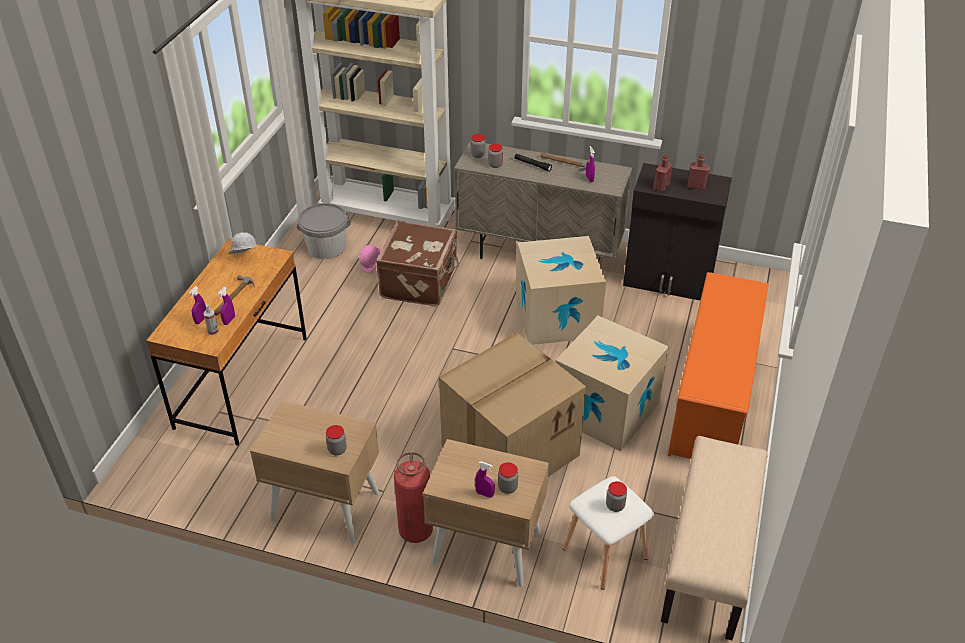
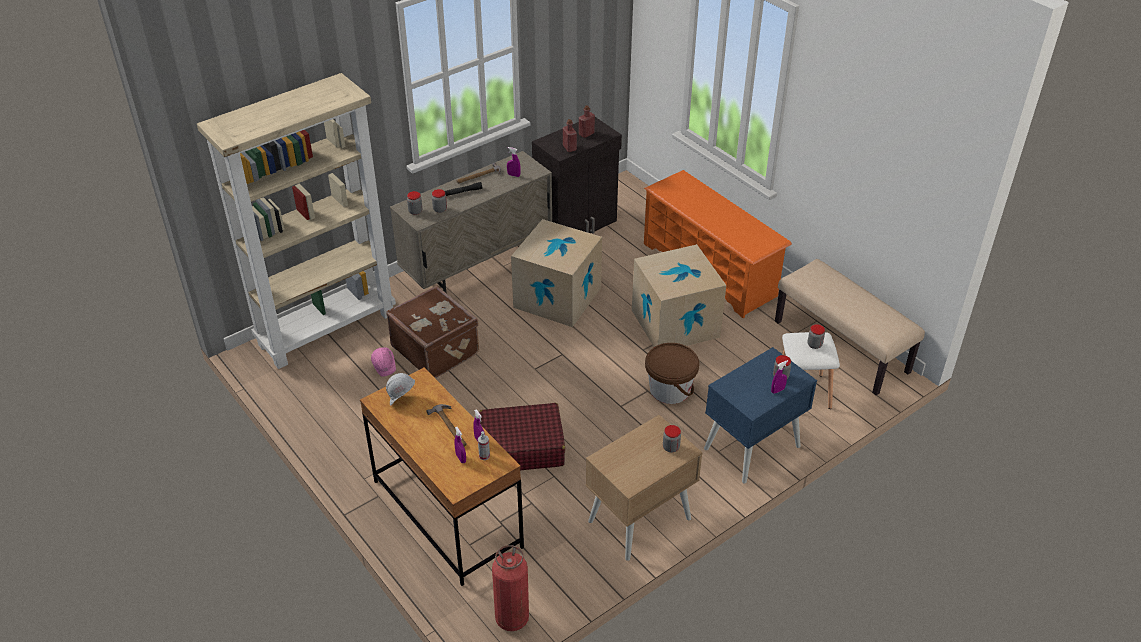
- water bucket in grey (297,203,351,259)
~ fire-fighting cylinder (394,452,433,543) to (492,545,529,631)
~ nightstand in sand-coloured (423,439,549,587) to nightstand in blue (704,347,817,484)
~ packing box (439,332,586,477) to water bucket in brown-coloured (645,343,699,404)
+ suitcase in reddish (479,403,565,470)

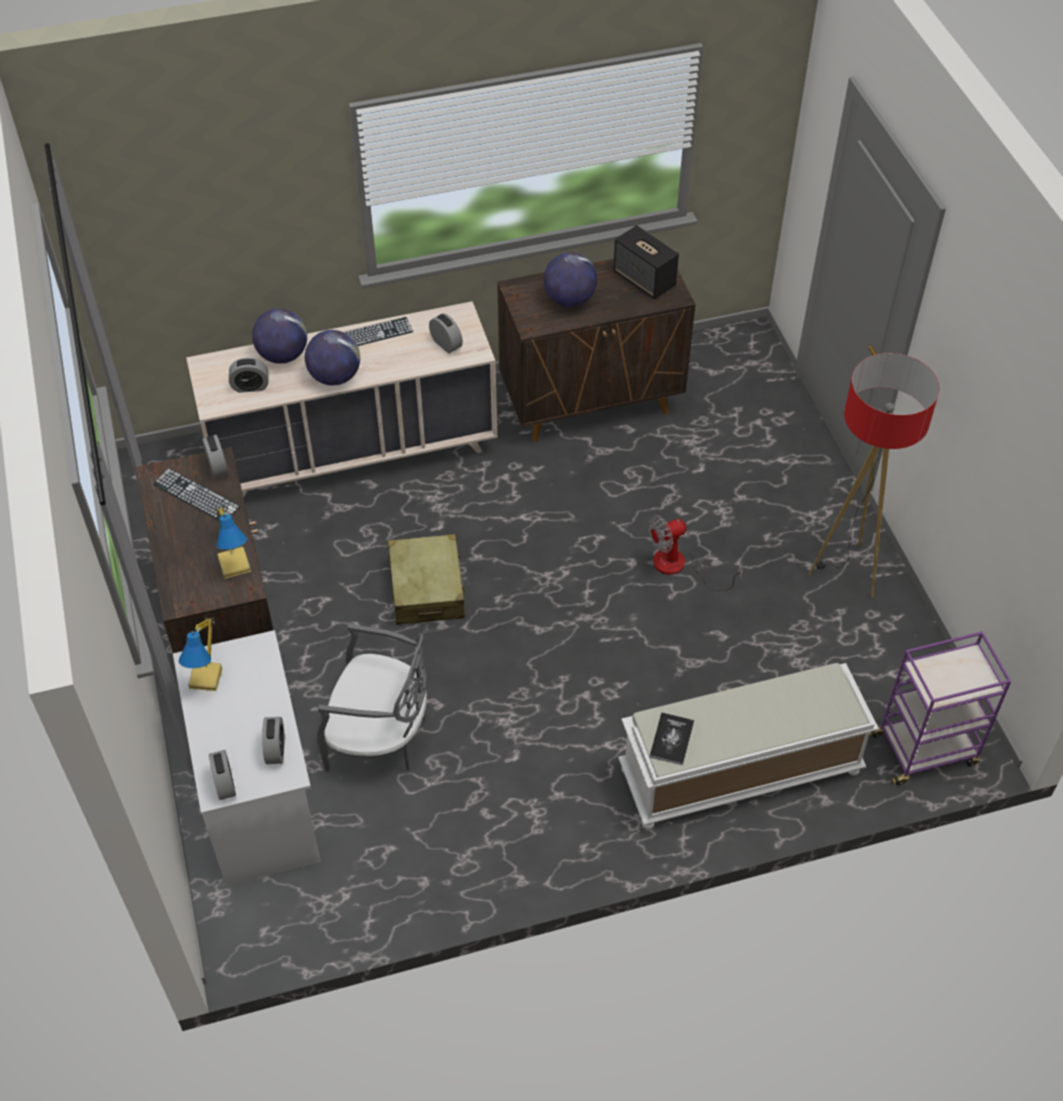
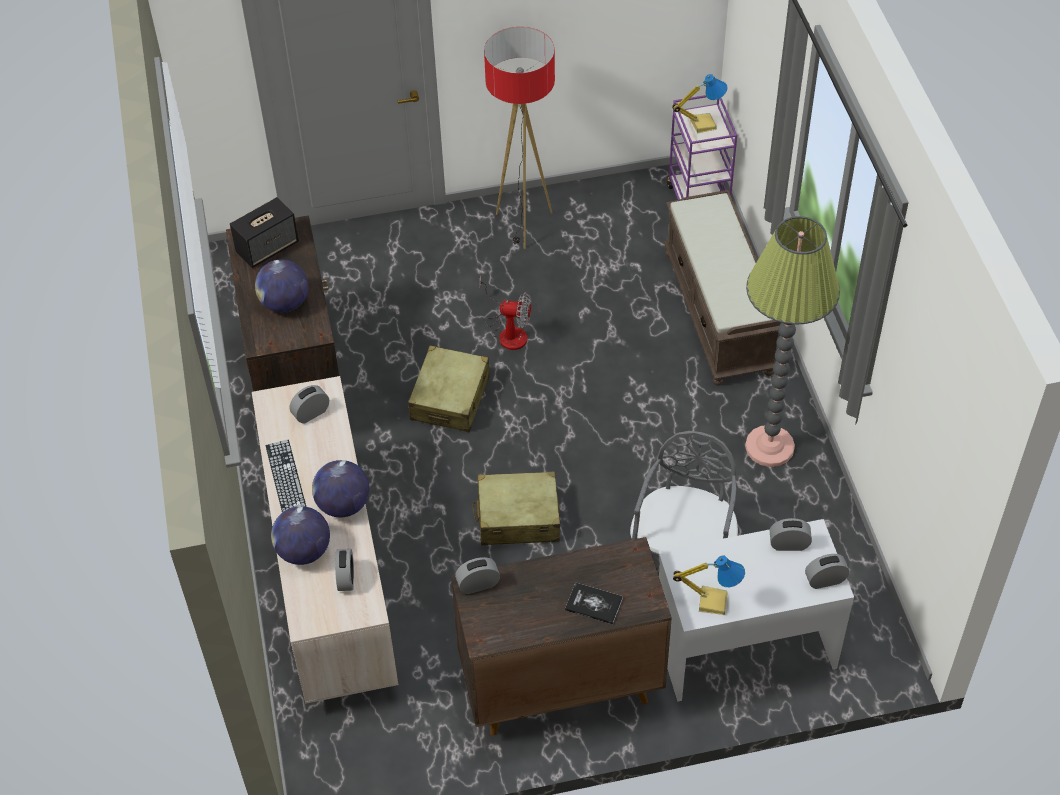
- keyboard (153,468,240,521)
~ tabletop lamp (216,506,251,579) to (672,74,728,134)
~ long seat in whitish (618,663,879,830) to long seat in brown-coloured (664,190,781,386)
~ cooling fan (649,515,743,591) = (479,275,531,350) 60 degrees counterclockwise
~ bound book (650,712,694,765) to (565,582,623,624)
+ suitcase in sand-coloured (408,346,490,432)
+ standing lamp (745,216,840,467)

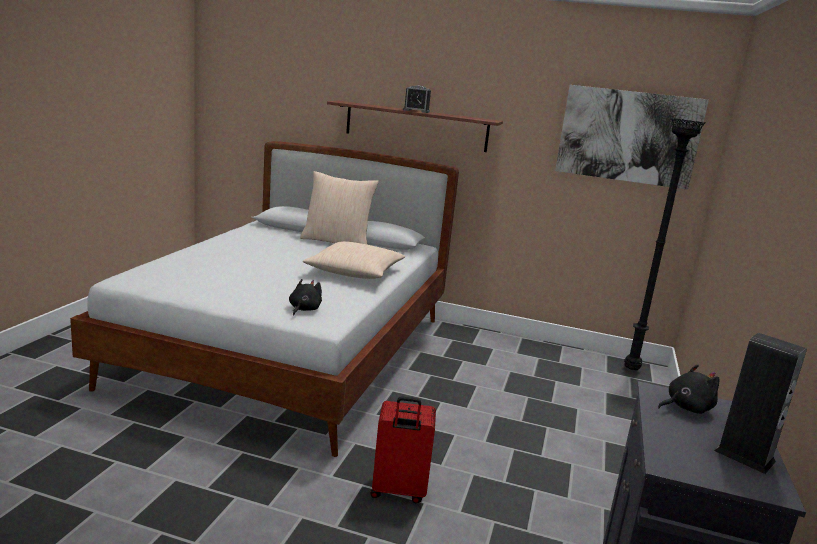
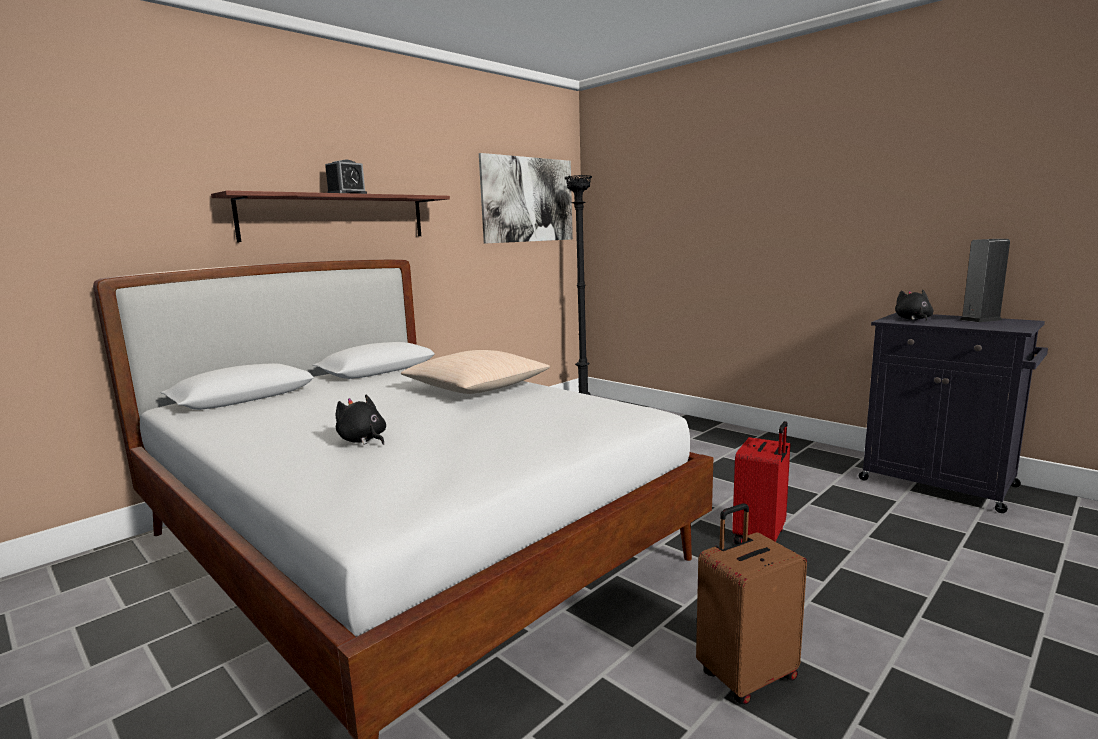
~ plush toy in black-coloured (289,279,322,316) to (336,395,386,445)
- cushion in sand-coloured (300,171,379,244)
+ suitcase in brown-coloured (696,503,807,705)

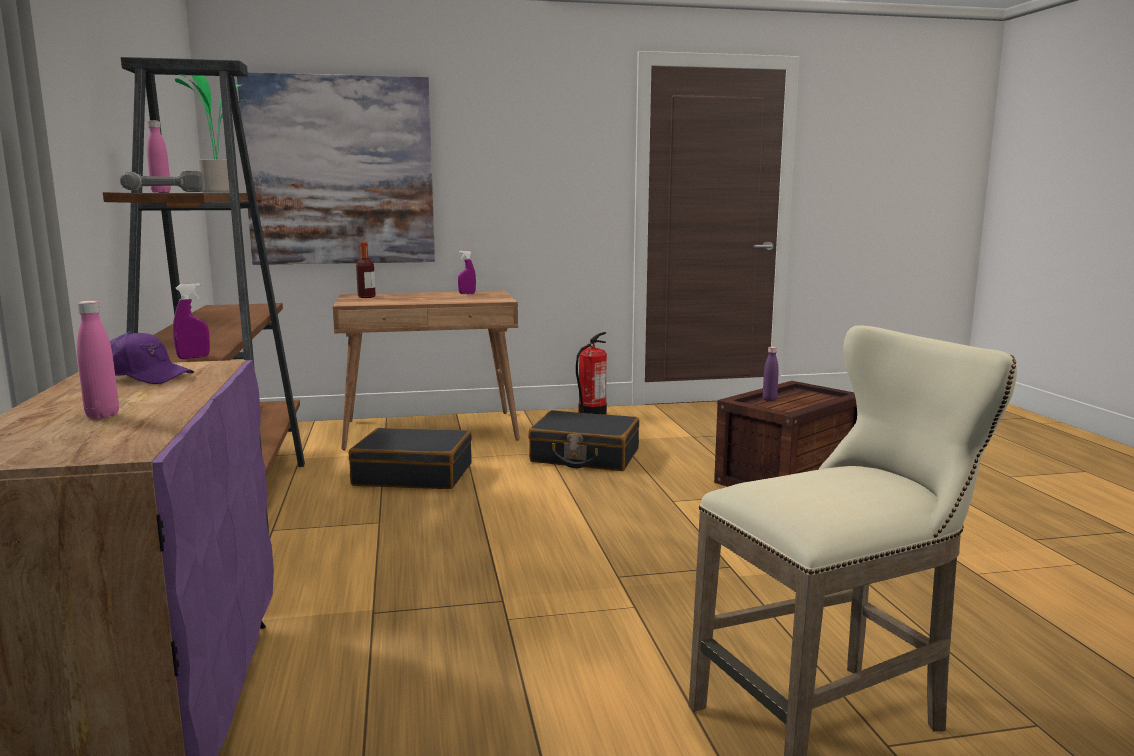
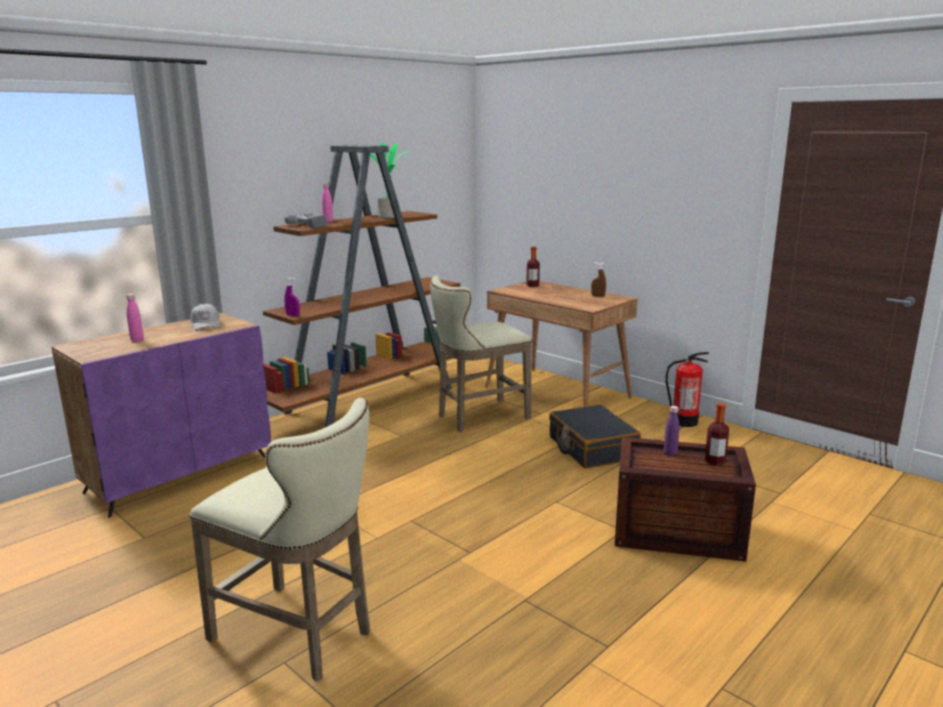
~ cap in purple-coloured (110,331,194,384) to cap in whitish (190,303,220,330)
- picture (237,72,435,265)
~ suitcase in black-coloured (349,428,472,489) to sitting stool in sand-coloured (430,275,532,432)
~ hand sprayer in purple-coloured (458,251,476,294) to hand sprayer in brown-coloured (591,262,606,297)
+ beverage bottle (705,403,729,466)

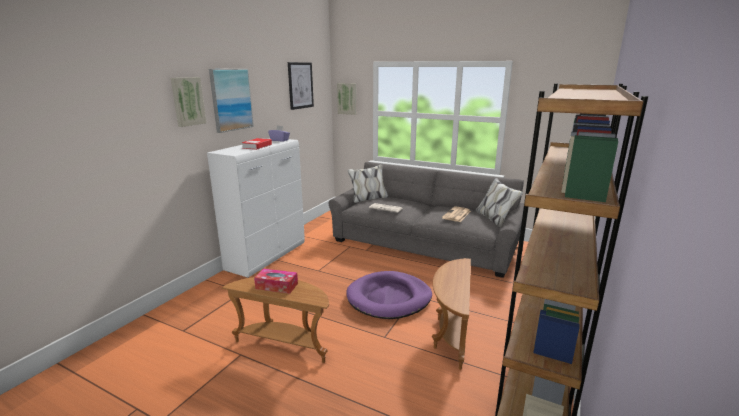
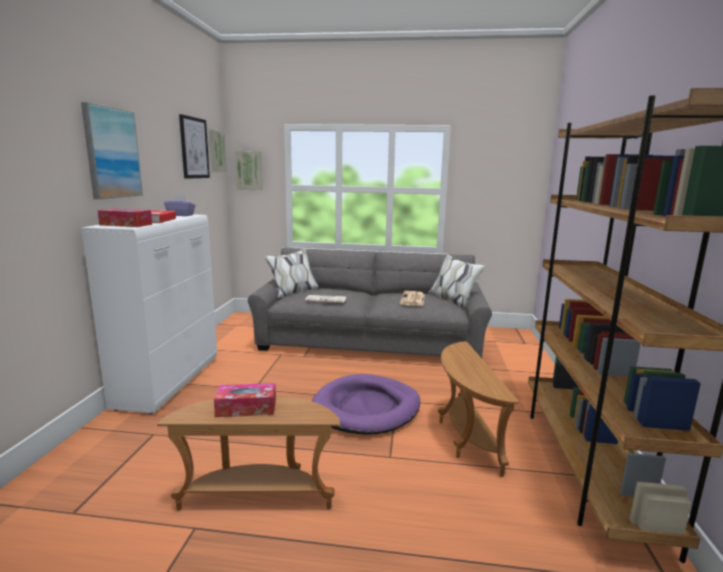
~ picture (171,77,206,127) to (209,130,227,172)
+ box of tissues (98,209,152,227)

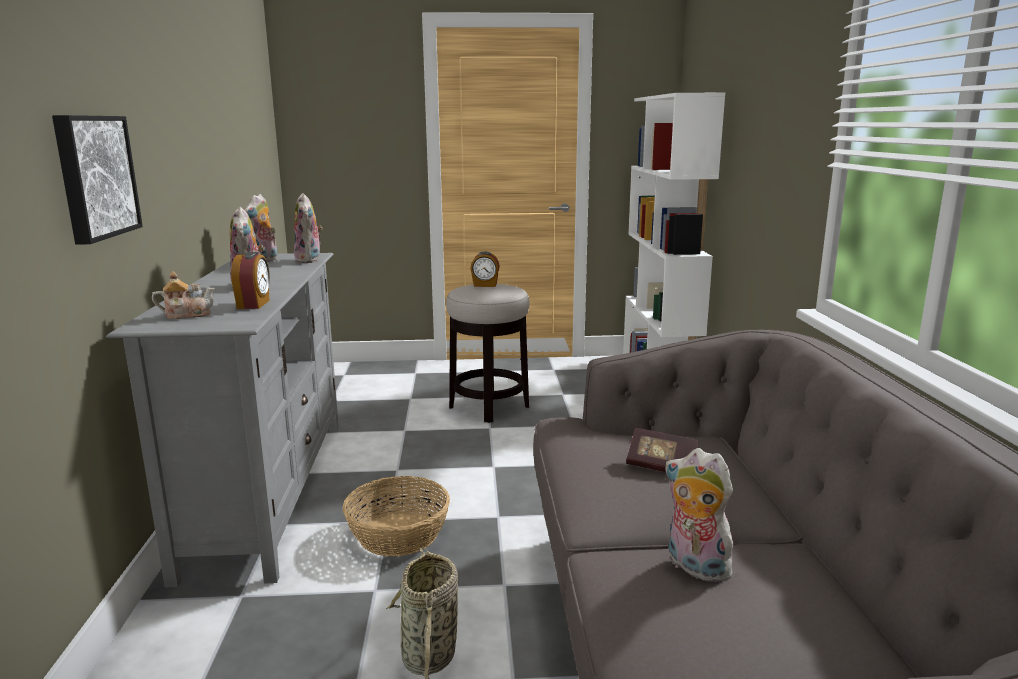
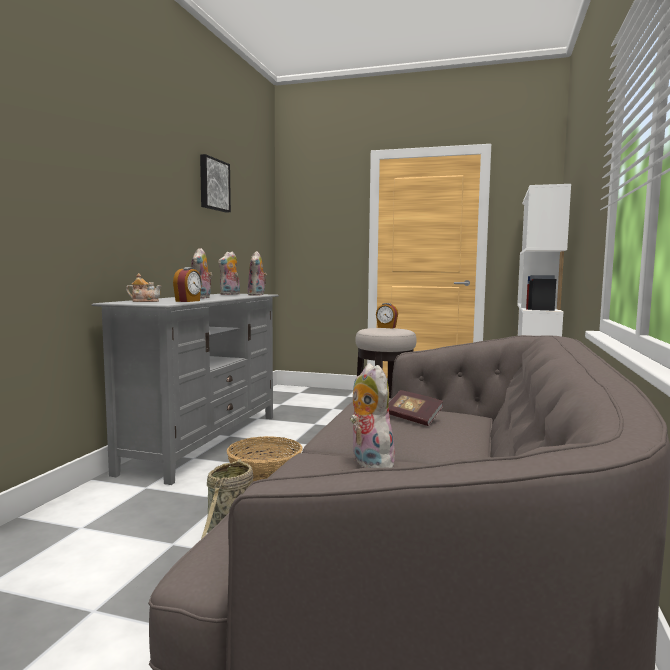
~ picture (52,115,143,245) to (200,154,231,212)

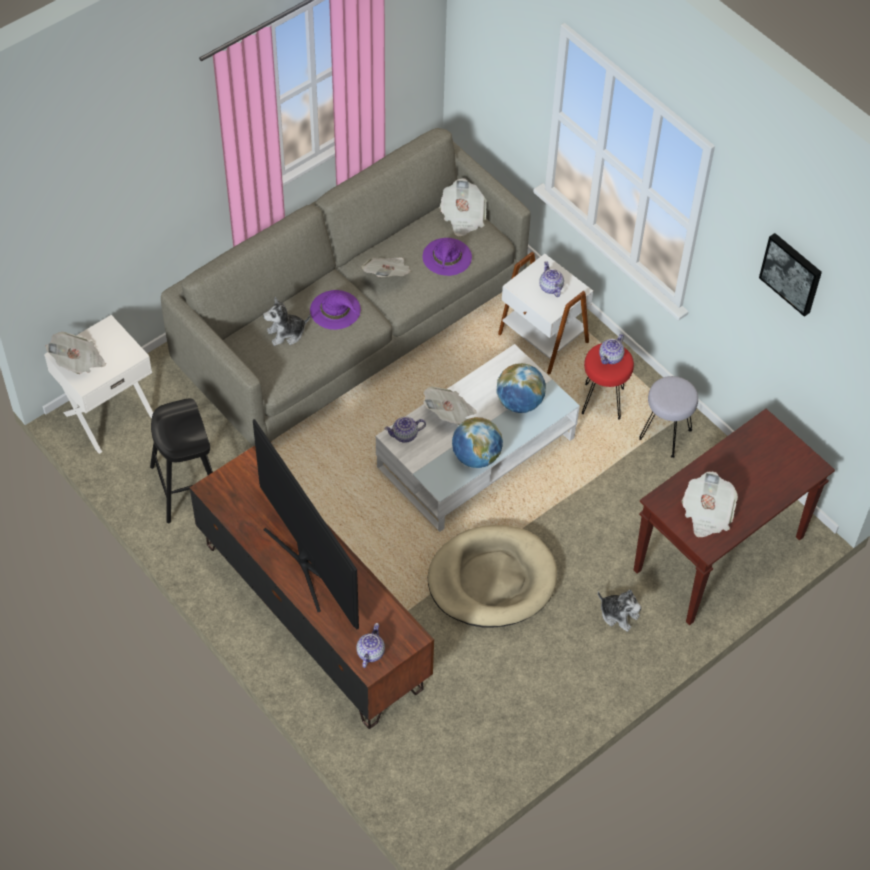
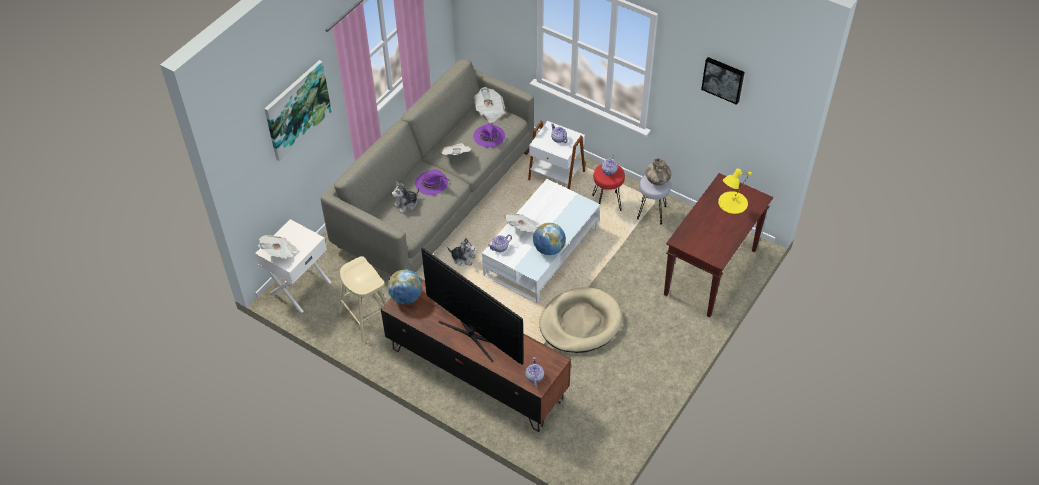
~ sitting stool in black-coloured (150,398,213,523) to sitting stool in sand-coloured (338,256,387,343)
~ desk globe (496,363,546,413) to (387,269,422,304)
~ plush toy (598,590,642,632) to (447,238,476,266)
- daily paper (682,472,738,537)
+ picture (264,60,332,161)
+ vase (646,158,672,185)
+ tabletop lamp in yellowish (718,168,752,214)

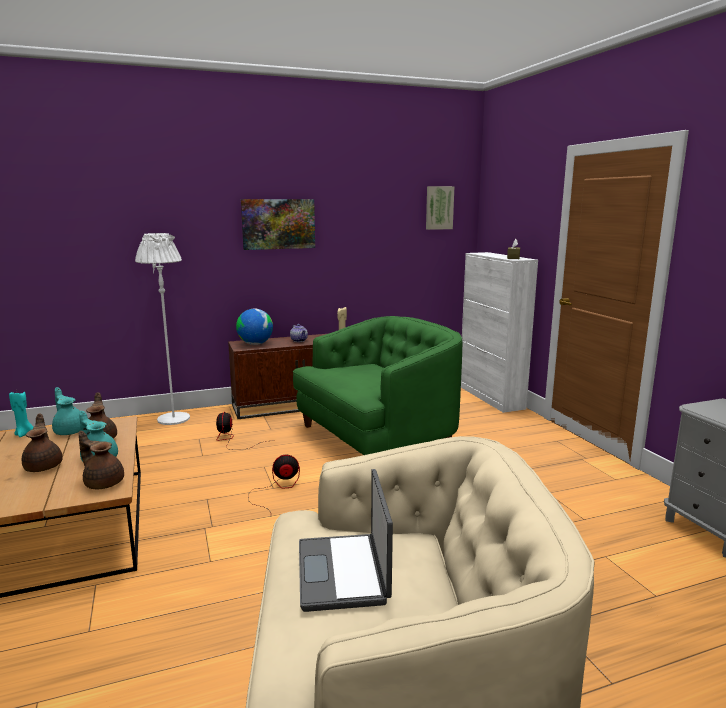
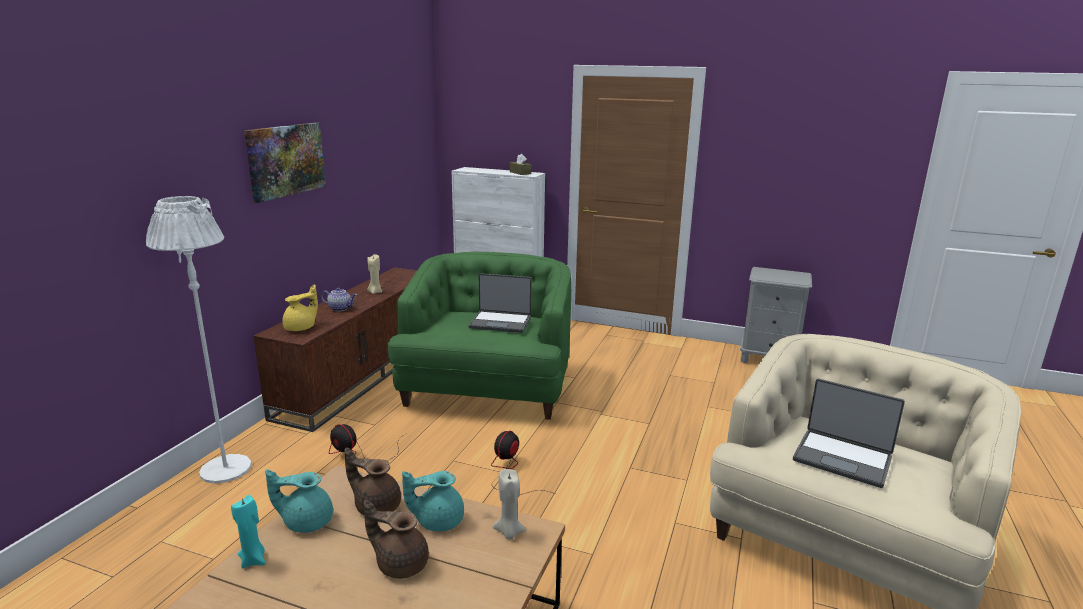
~ pot for tea in brown-coloured (79,431,124,489) to wax candle in sand-coloured (493,469,526,539)
~ desk globe (236,309,273,345) to pot for tea in yellowish (283,284,318,331)
- picture (426,186,454,230)
+ portable computer (468,273,532,333)

